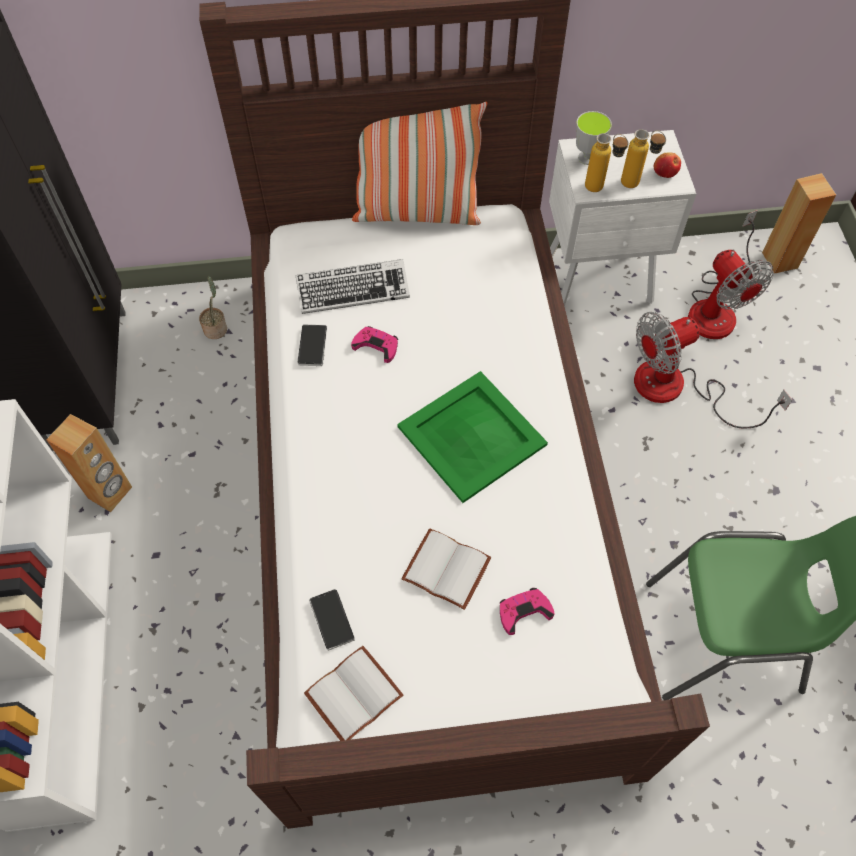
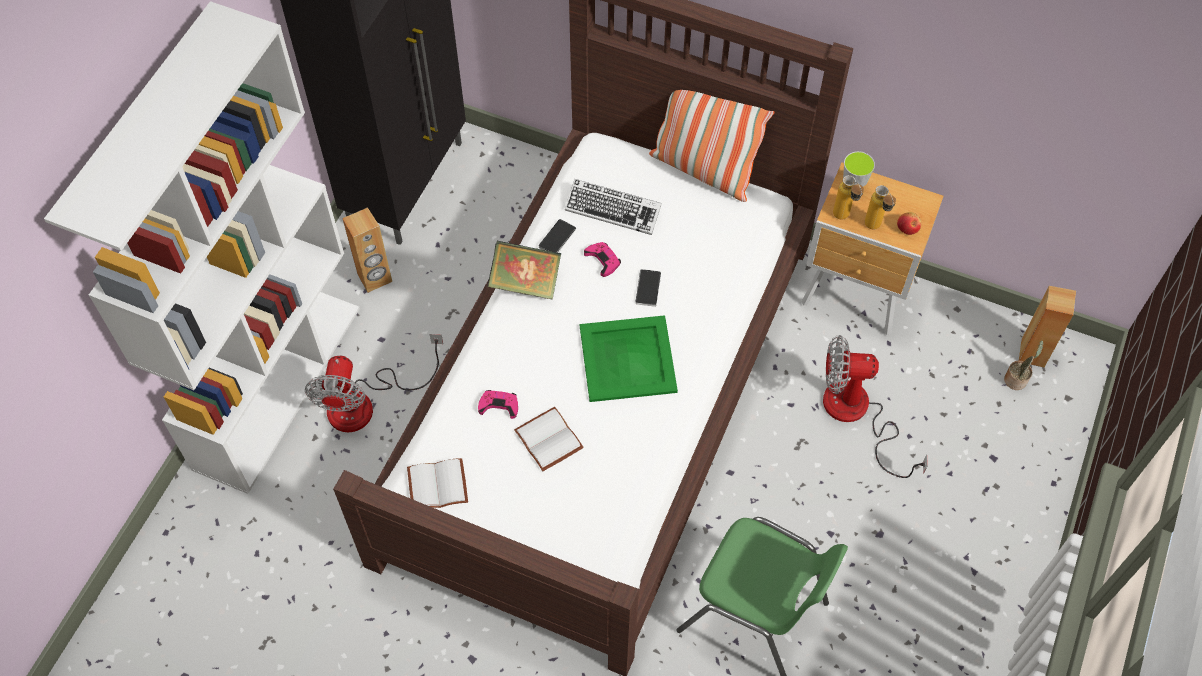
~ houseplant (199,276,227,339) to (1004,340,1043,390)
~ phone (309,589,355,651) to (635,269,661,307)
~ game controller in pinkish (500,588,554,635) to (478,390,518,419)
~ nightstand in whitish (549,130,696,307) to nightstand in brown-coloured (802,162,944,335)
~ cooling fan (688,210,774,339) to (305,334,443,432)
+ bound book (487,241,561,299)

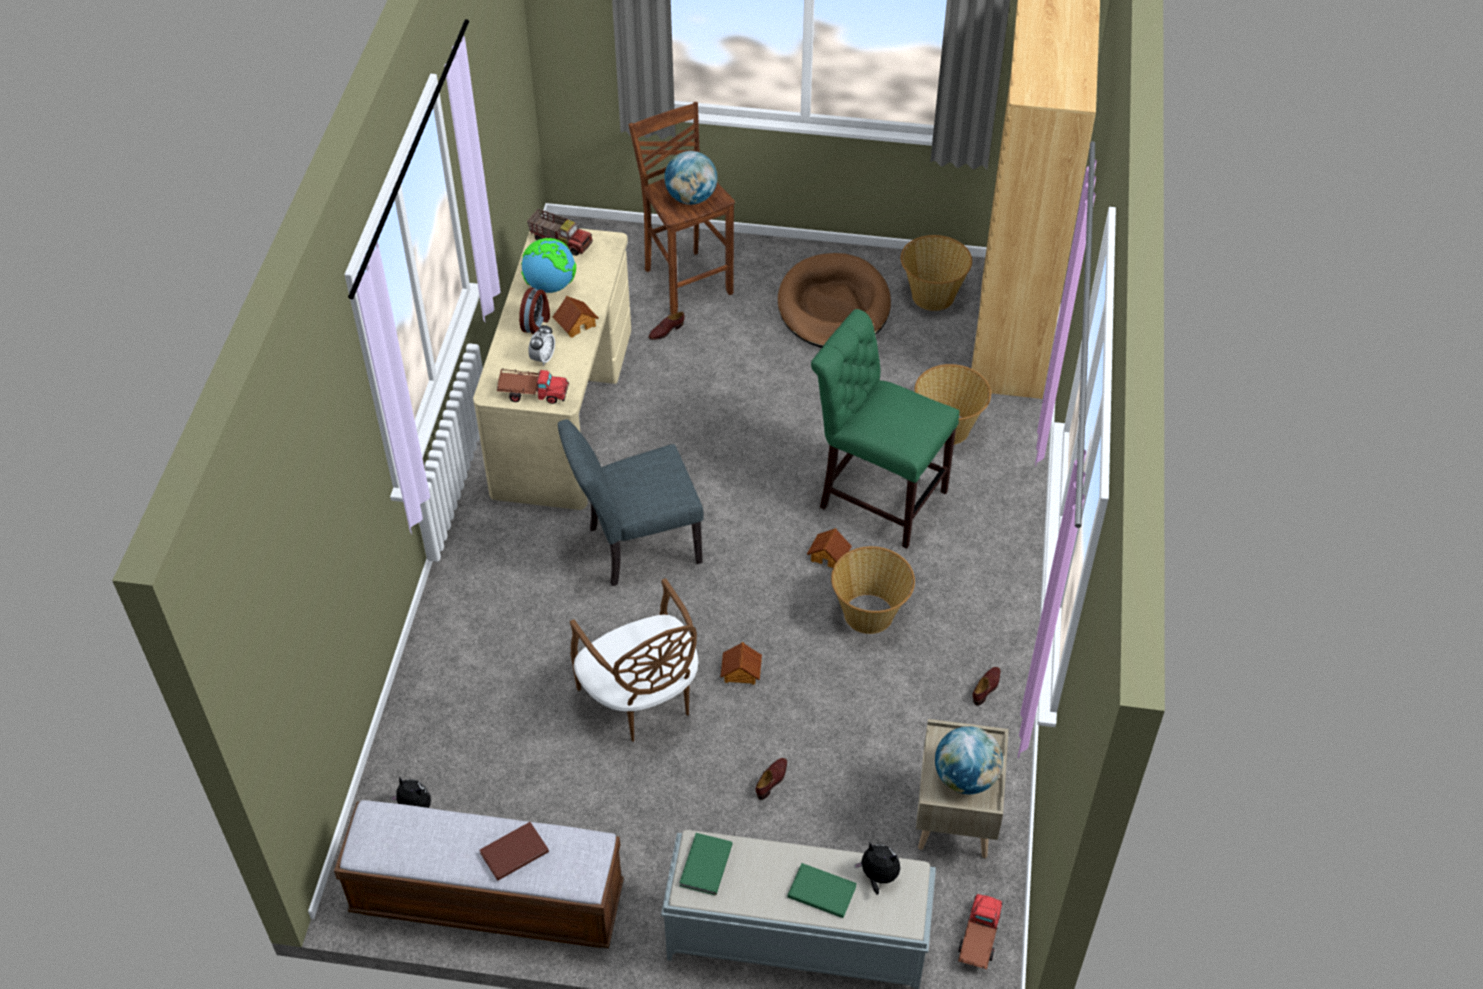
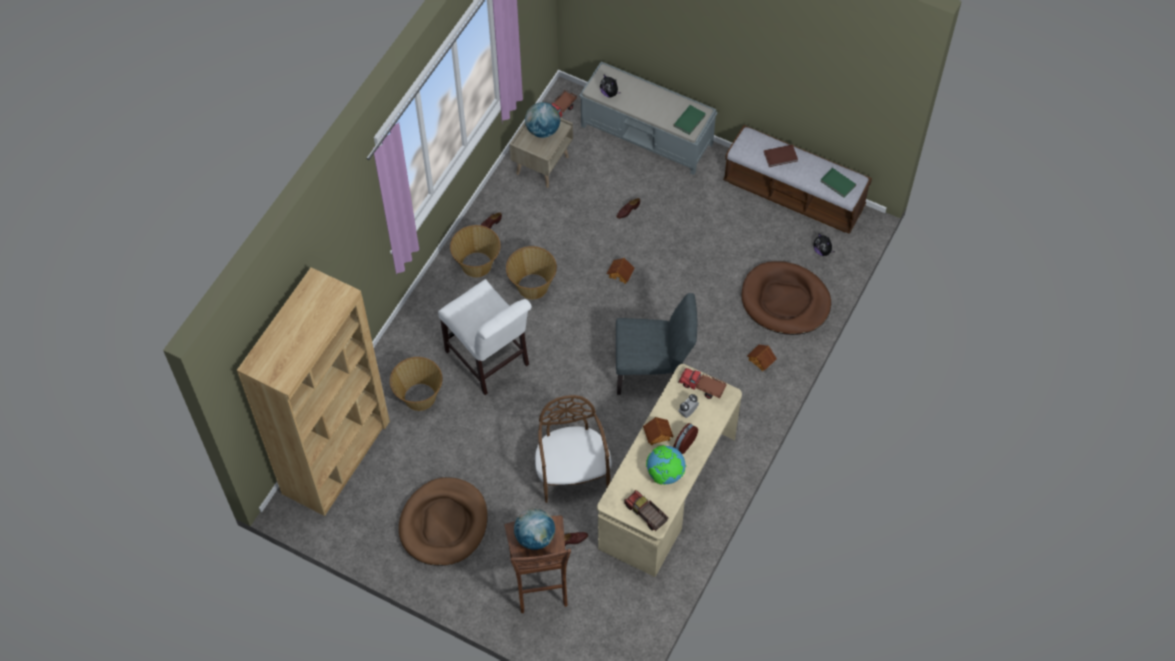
~ upright chair in brown-coloured (570,578,698,742) to (535,395,612,503)
~ bound book in green (787,863,857,918) to (820,168,856,198)
~ miniature house (807,528,852,568) to (747,345,777,371)
~ upright chair in green (811,309,960,548) to upright chair in whitish (438,279,532,395)
~ household basket (901,235,972,311) to (450,225,500,277)
+ dog bed in brown-coloured (741,261,831,335)

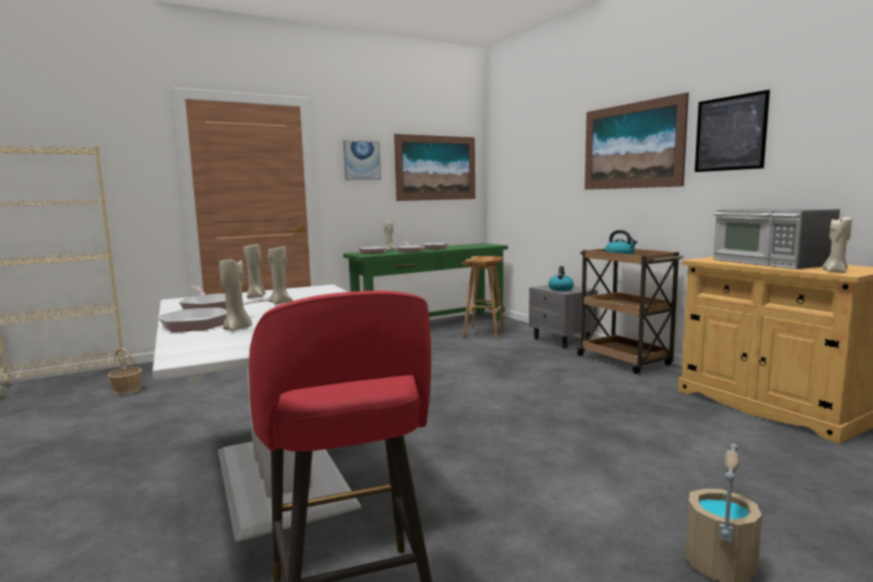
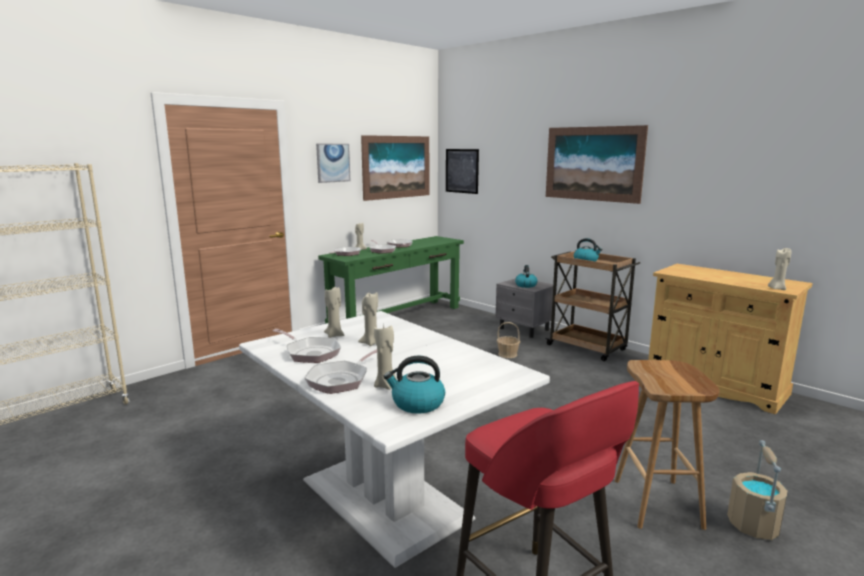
~ household basket (108,348,142,395) to (497,322,520,358)
~ sitting stool in brown-coloured (462,256,505,339) to (615,360,719,530)
~ picture (695,90,770,172) to (446,149,479,194)
- microwave (713,208,840,269)
+ water kettle (384,355,445,414)

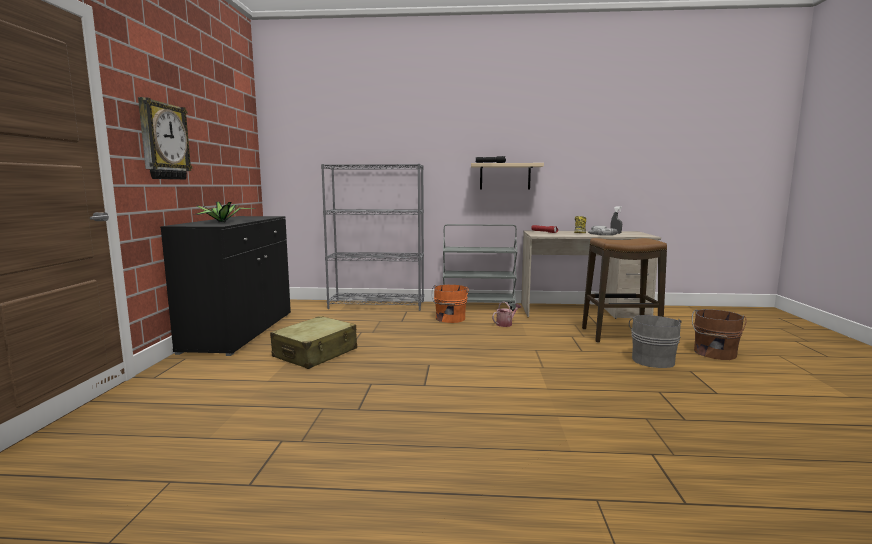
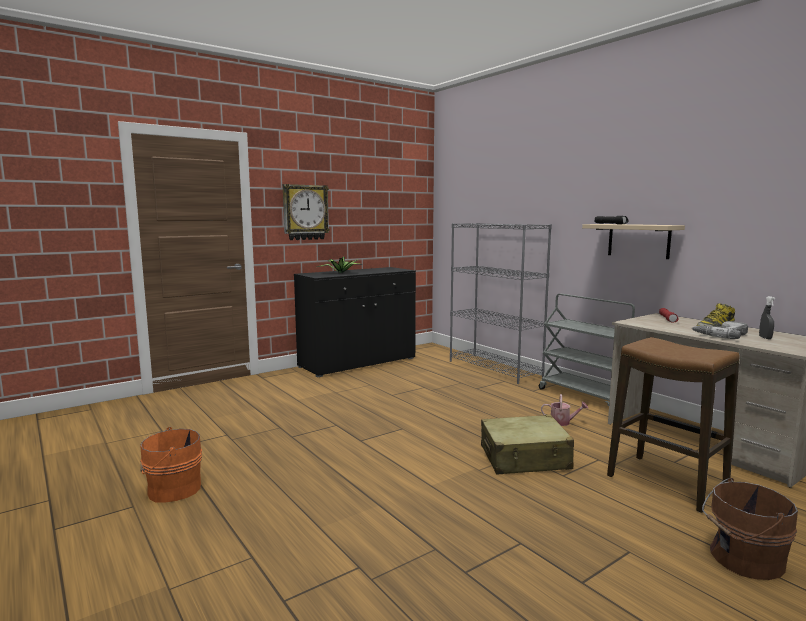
~ suitcase in sand-coloured (270,316,357,369) to (481,415,574,475)
~ water bucket in orangey (431,284,469,323) to (140,427,202,503)
- water bucket in grey (629,315,682,368)

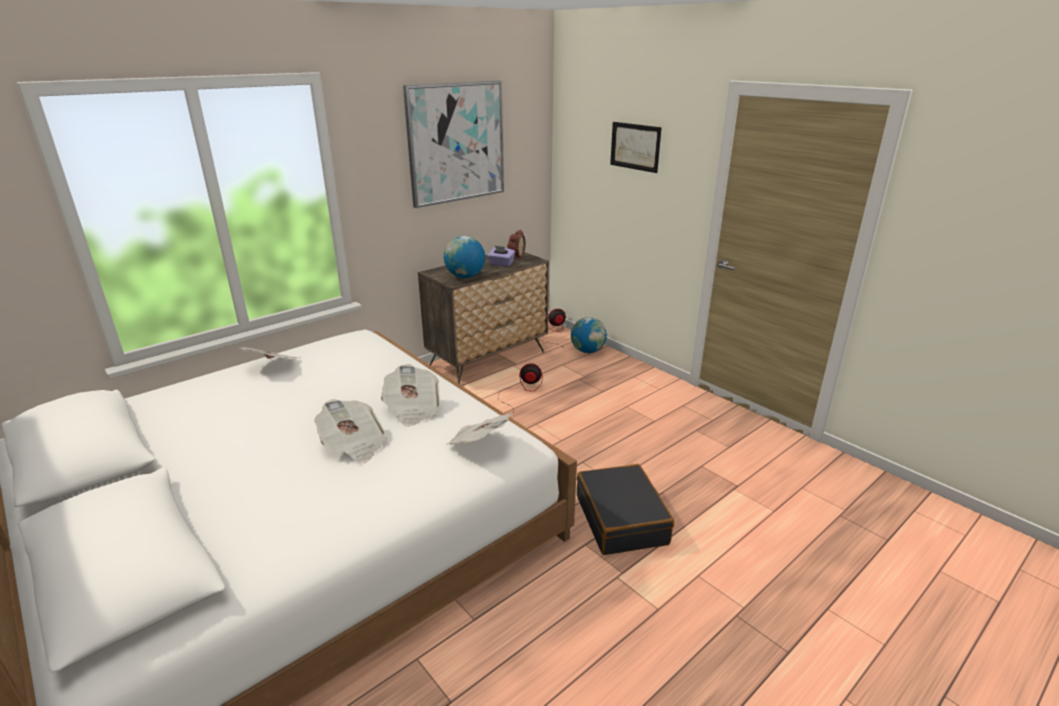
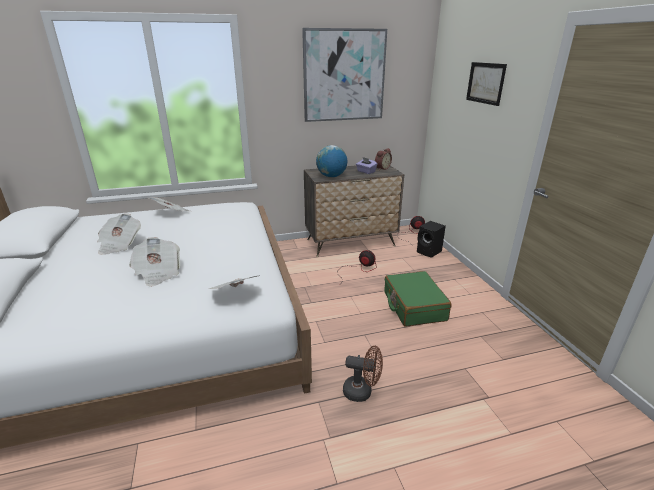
~ daily paper (381,364,440,427) to (97,213,141,255)
~ desk globe (571,317,607,353) to audio speaker in black-coloured (417,221,446,258)
~ suitcase in black-coloured (577,464,674,555) to cooling fan in brown-coloured (343,346,383,402)
+ suitcase in green (384,271,451,327)

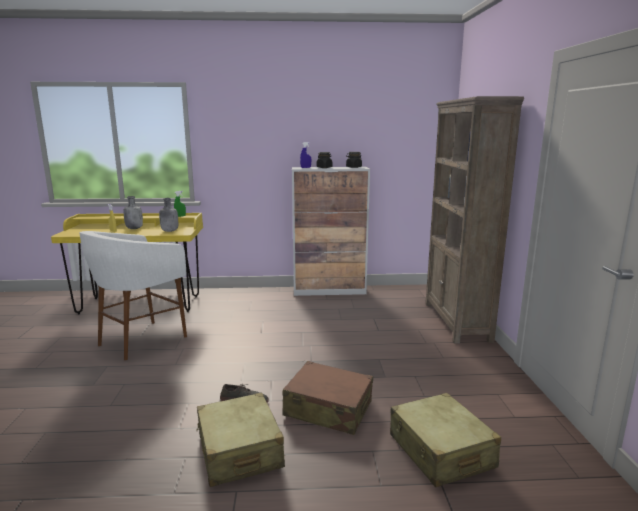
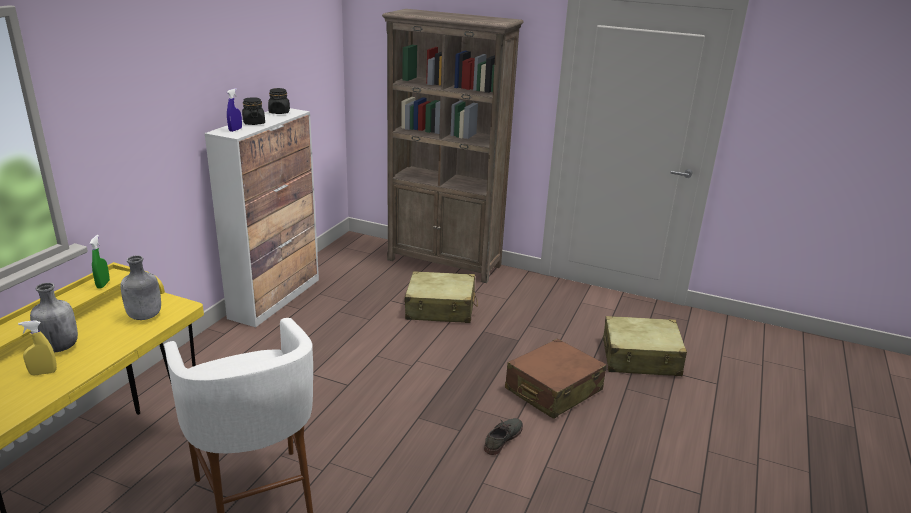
~ suitcase in sand-coloured (196,392,285,487) to (405,271,478,323)

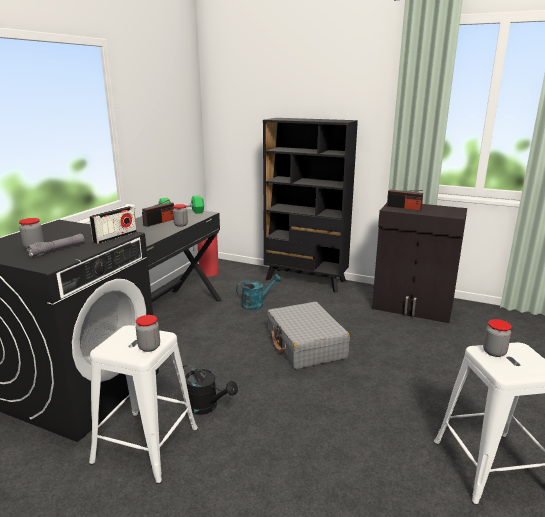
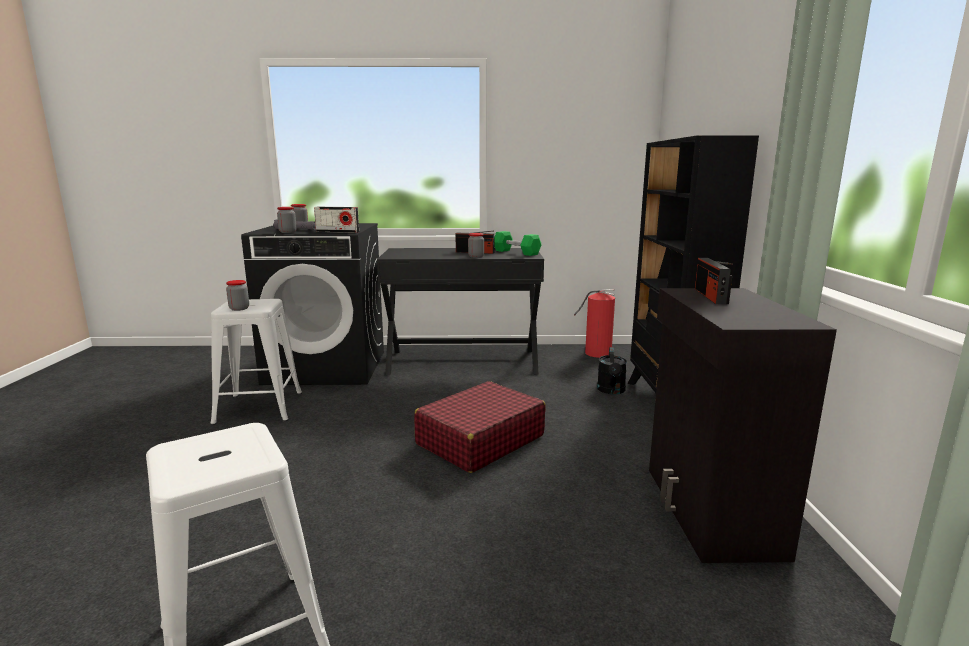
~ watering pot in black-coloured (183,364,238,415) to (597,347,627,394)
- watering pot in turquoise (236,274,281,310)
~ suitcase in grey (267,302,350,369) to suitcase in reddish (414,381,546,473)
~ storage jar (483,319,512,357) to (277,207,297,233)

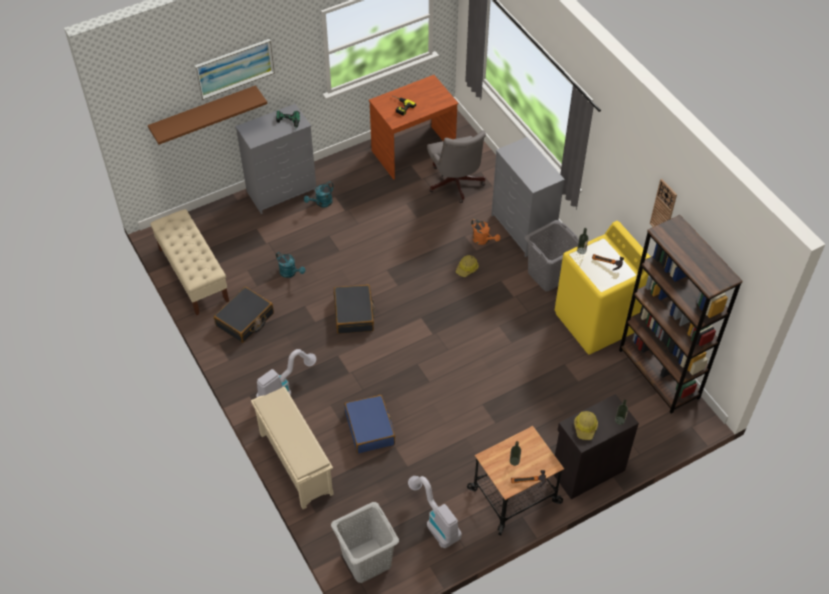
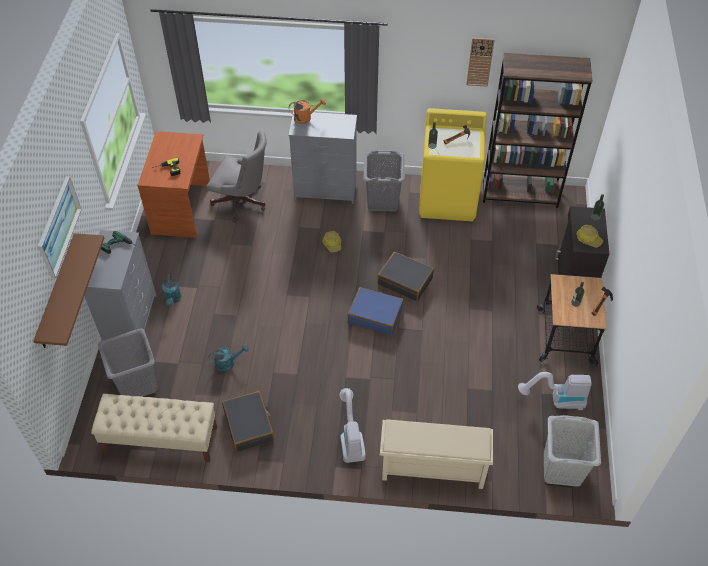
~ suitcase in black-coloured (334,284,375,334) to (378,252,434,301)
~ suitcase in blue (344,395,395,453) to (348,287,404,335)
~ watering pot in orangey (471,218,500,245) to (289,98,326,124)
+ washing basket in grey (98,328,158,397)

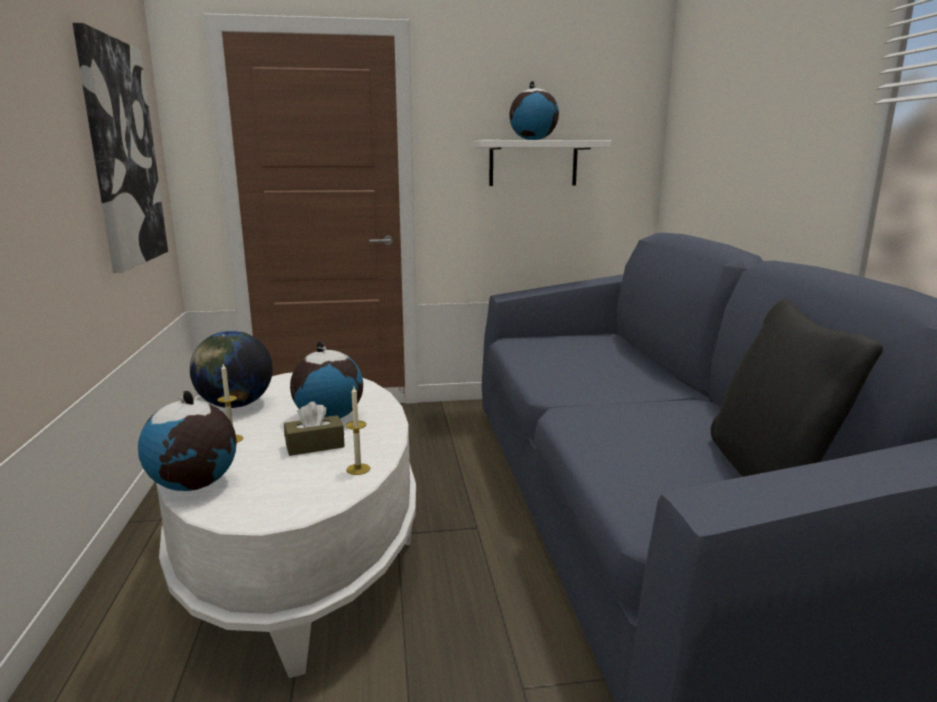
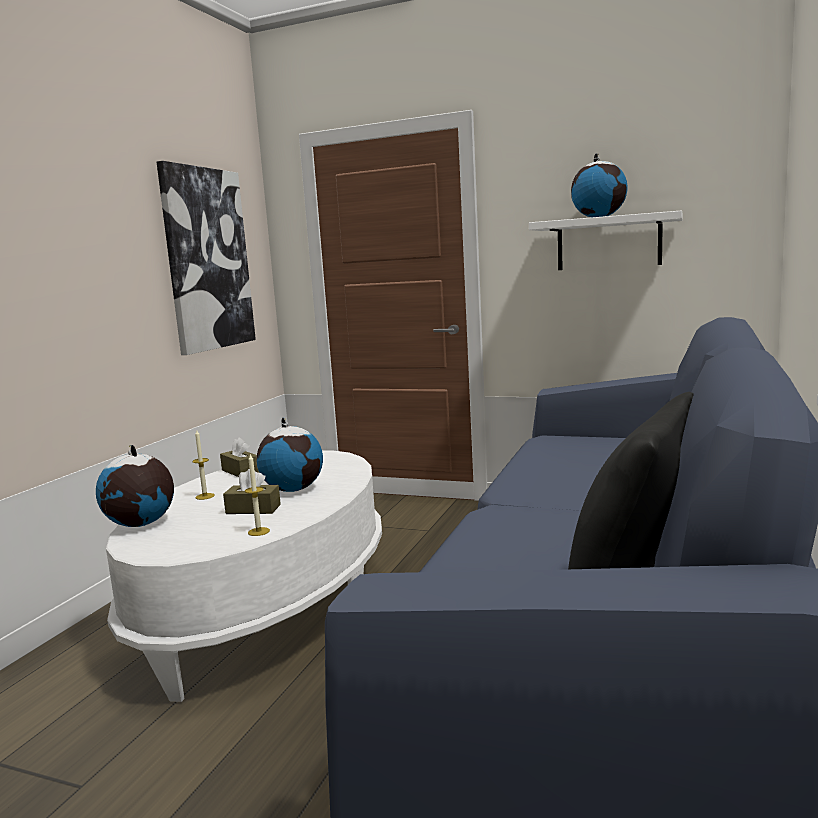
~ desk globe (190,331,273,408) to box of tissues in brown-coloured (220,437,259,477)

